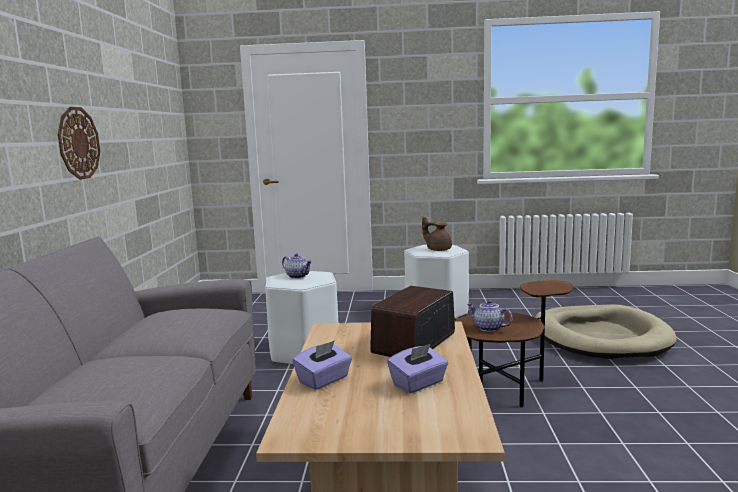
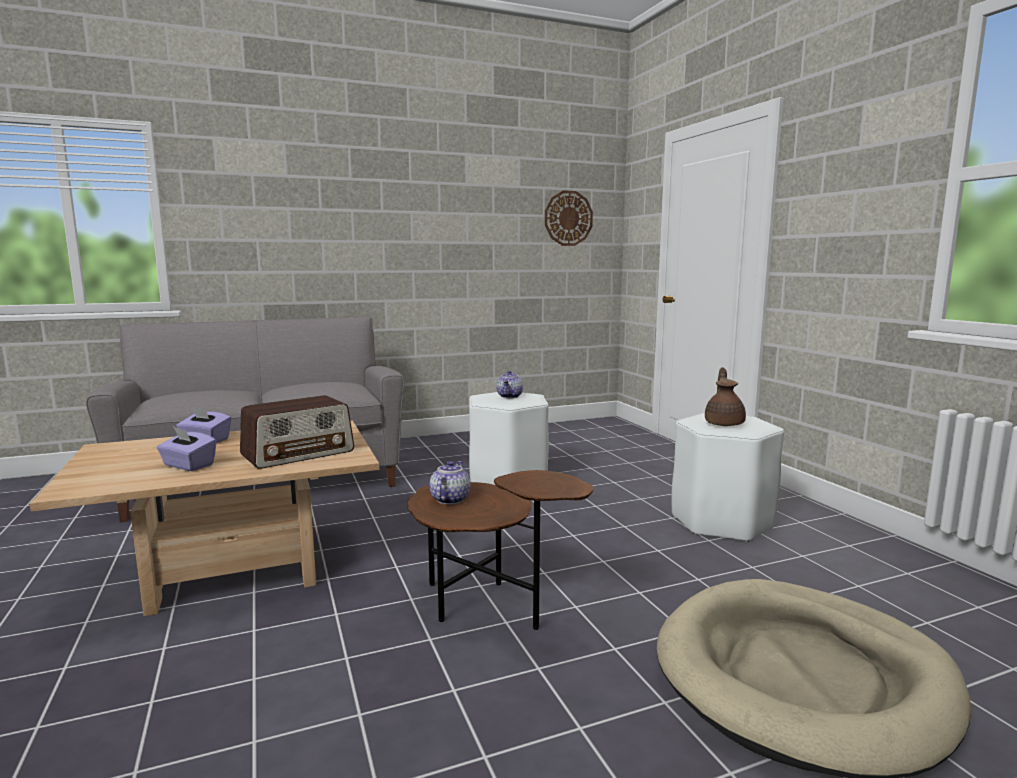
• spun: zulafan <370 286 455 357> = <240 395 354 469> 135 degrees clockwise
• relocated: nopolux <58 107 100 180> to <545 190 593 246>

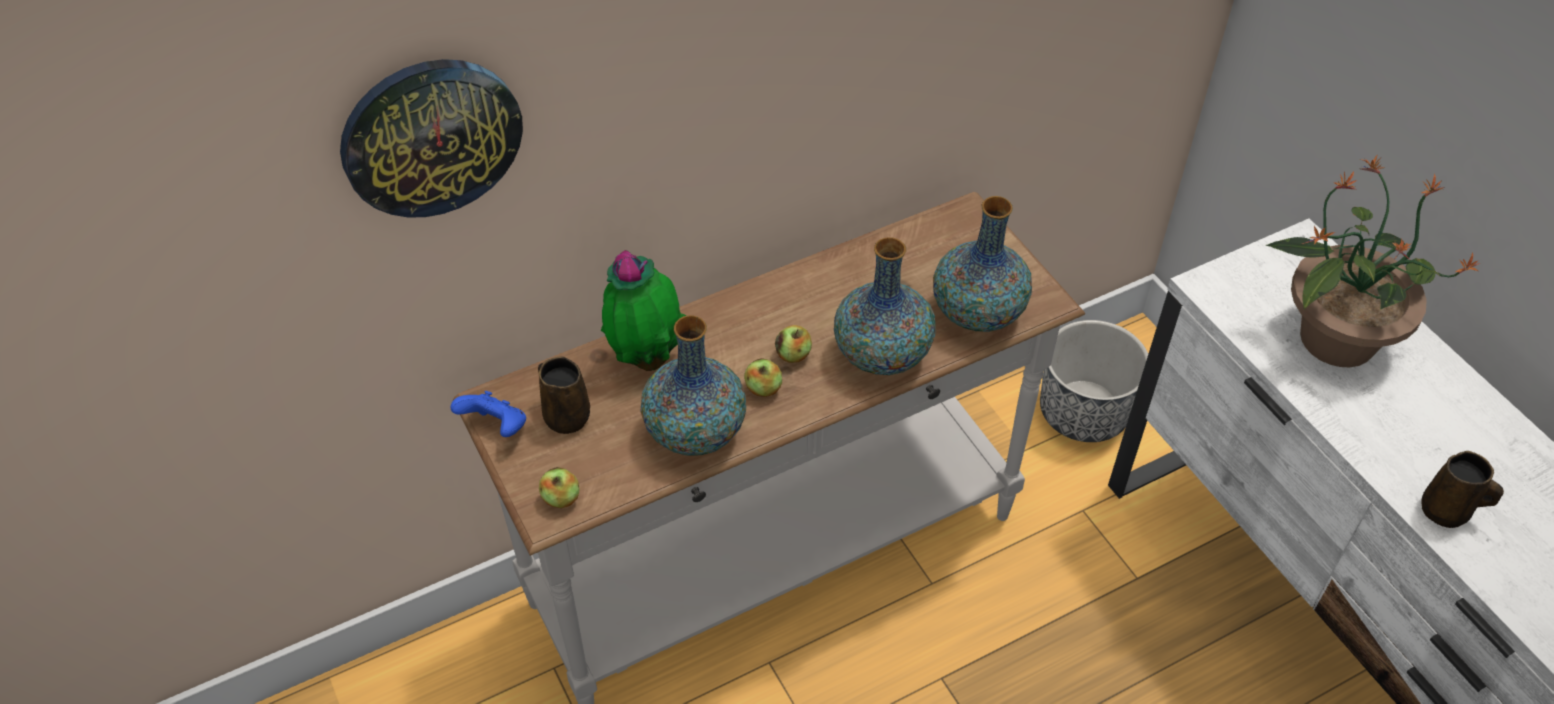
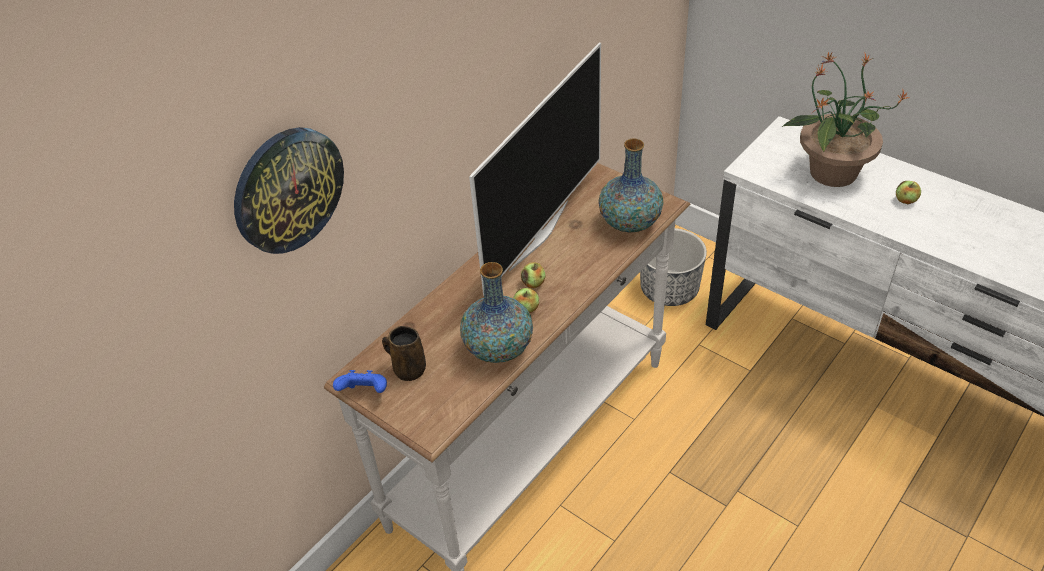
• appeared: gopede <469 43 601 296>
• relocated: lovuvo <539 467 580 508> to <896 181 921 204>
• missing: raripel <601 250 686 371>
• missing: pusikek <834 237 935 375>
• missing: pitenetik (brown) <1421 451 1504 528>

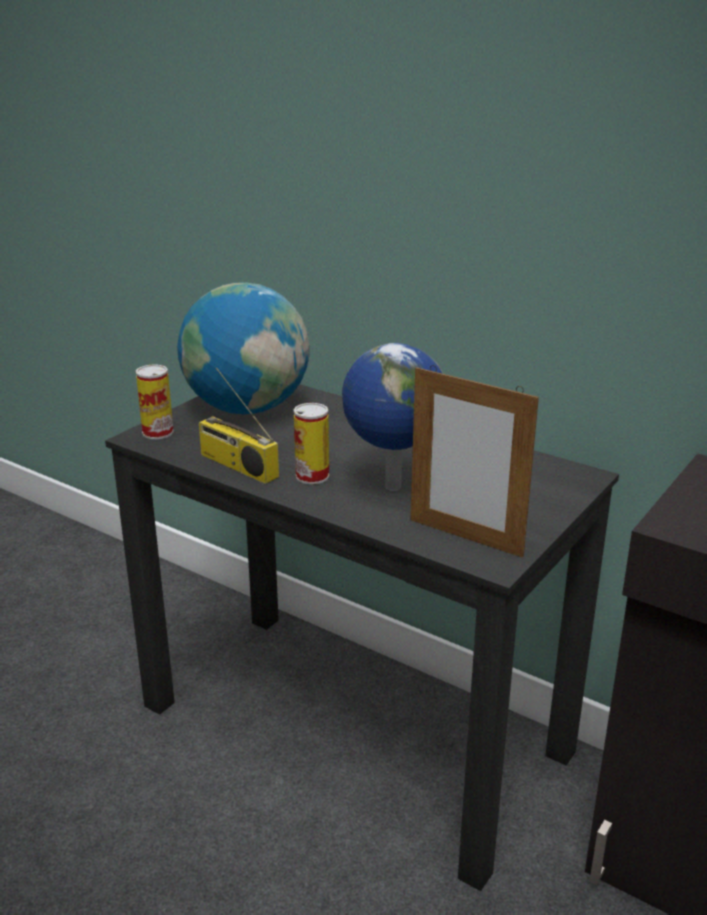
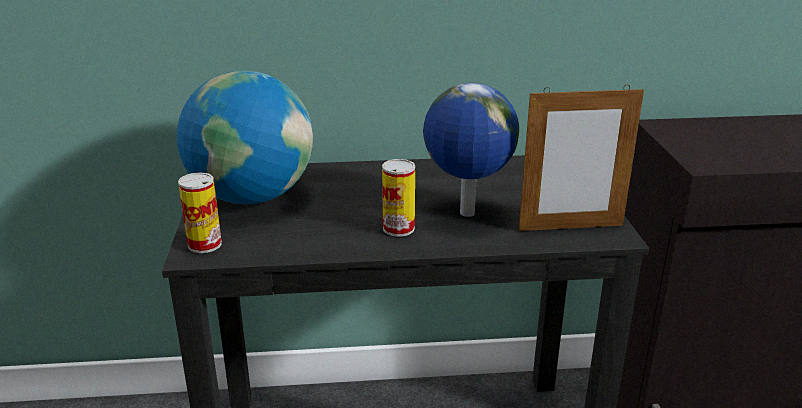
• missing: zulafan <198 368 279 484>

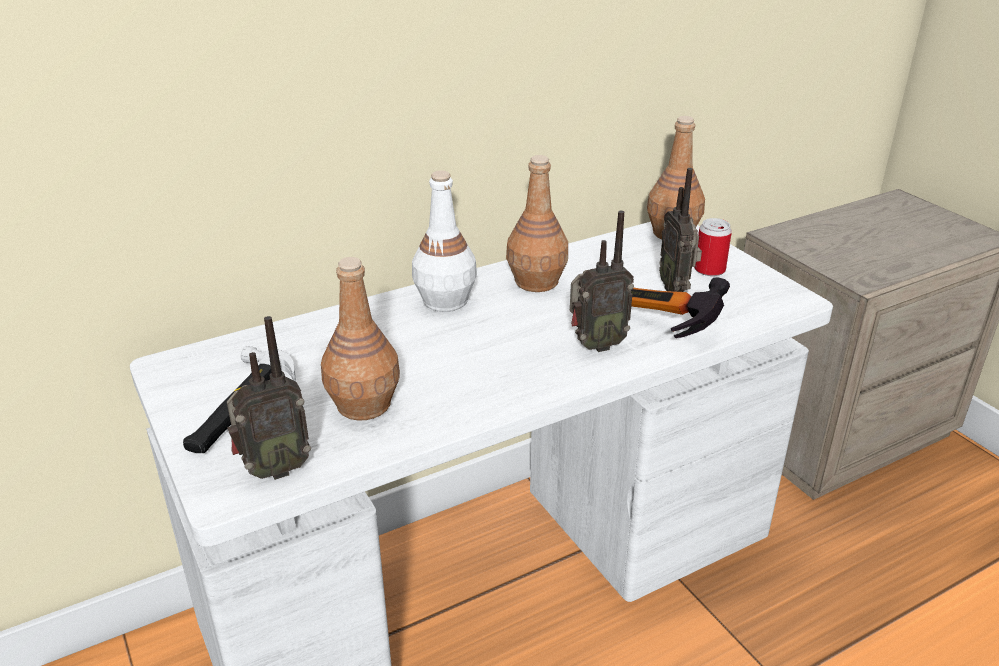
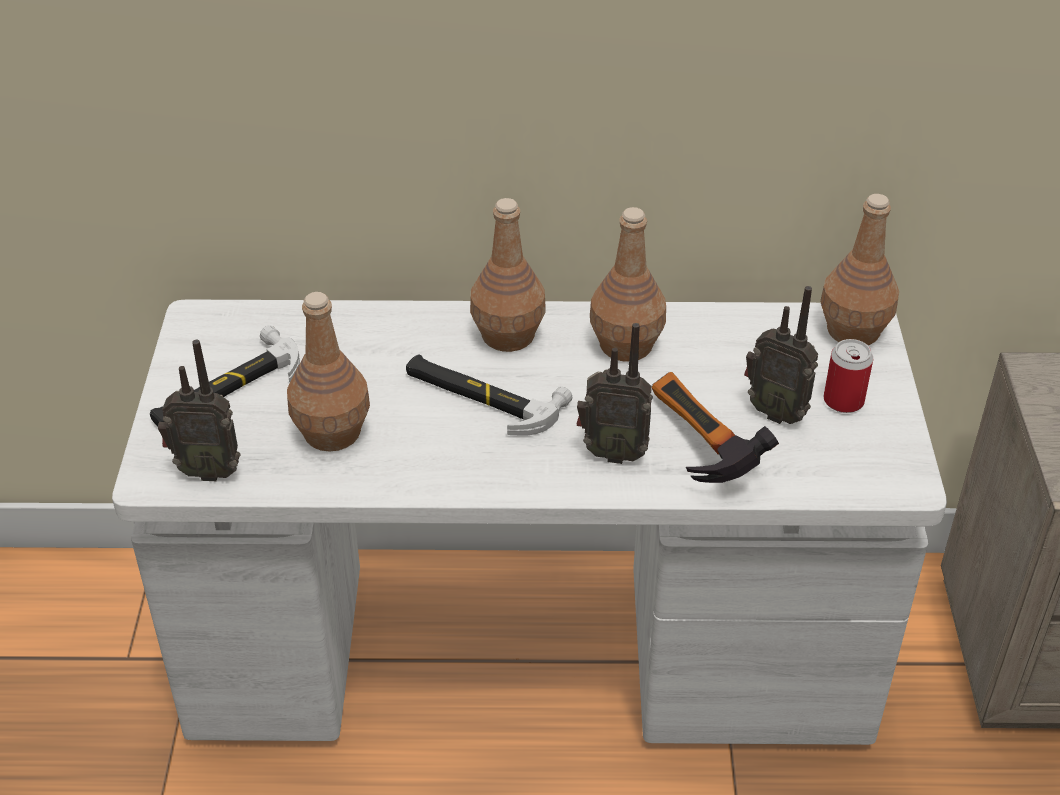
• appeared: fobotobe <406 354 572 436>
• colour: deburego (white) <412 171 477 312> to deburego (brown) <470 198 545 352>
• spun: zulafan <659 168 702 292> = <744 286 818 424> 75 degrees counterclockwise

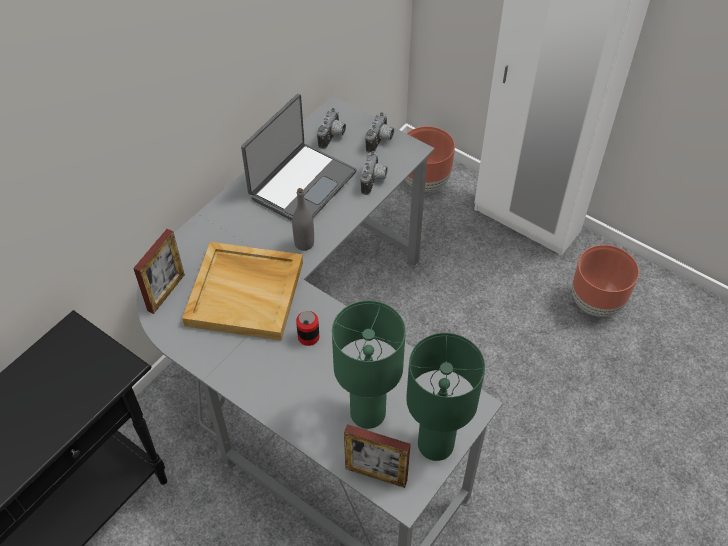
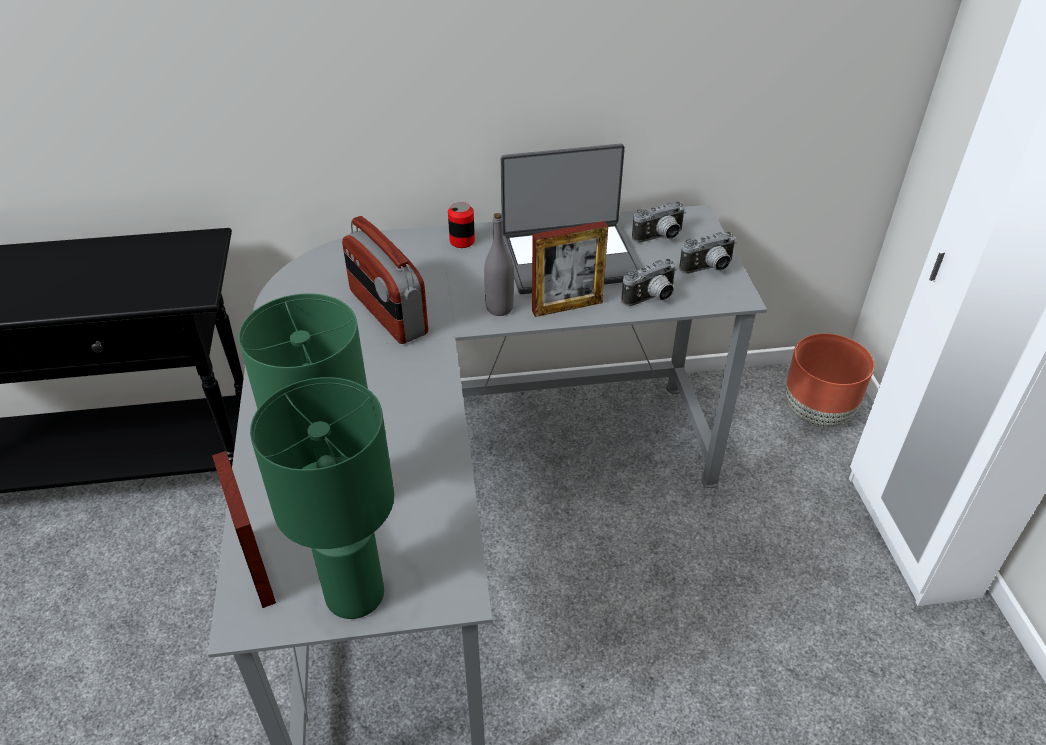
• exchanged: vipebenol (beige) <182 242 303 341> to zulafan <342 216 428 344>
• relocated: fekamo <296 311 319 346> to <448 202 475 248>
• relocated: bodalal <133 229 185 314> to <532 221 608 317>
• missing: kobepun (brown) <572 245 639 317>

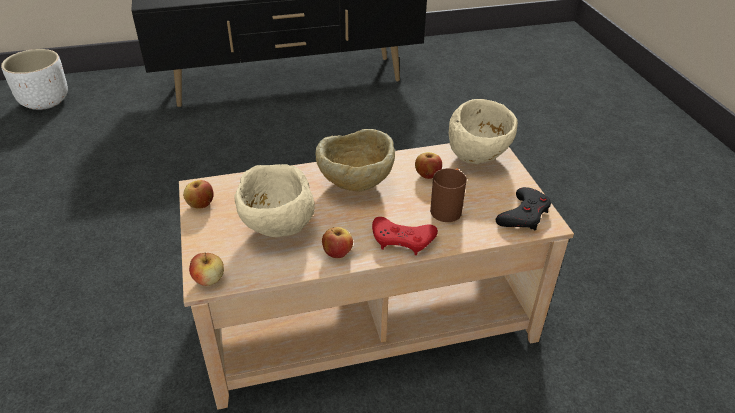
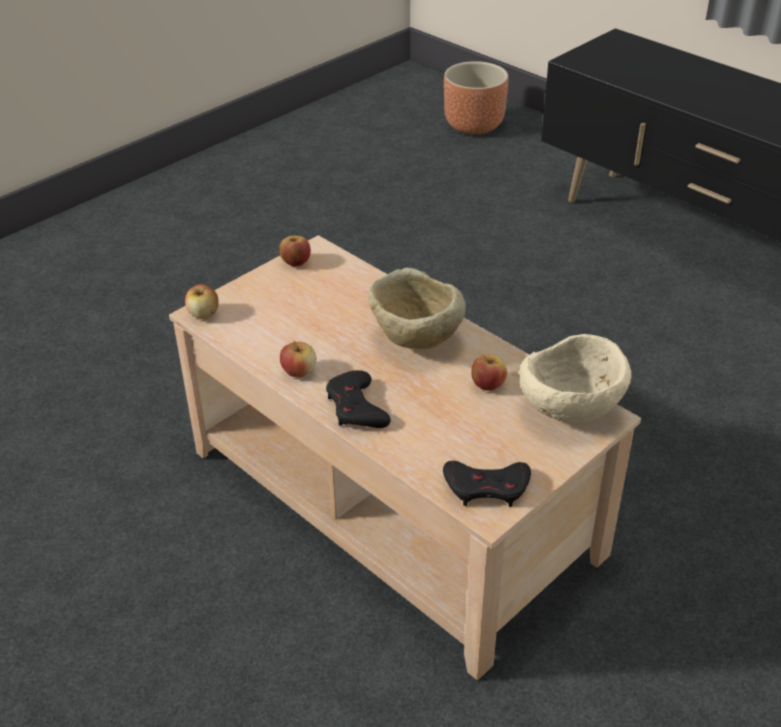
• colour: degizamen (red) <372 217 438 255> to degizamen (black) <326 370 391 428>
• colour: kobepun (white) <1 49 68 110> to kobepun (brown) <444 61 509 135>
• missing: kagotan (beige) <234 164 315 237>
• missing: pitenetik (brown) <430 168 467 222>

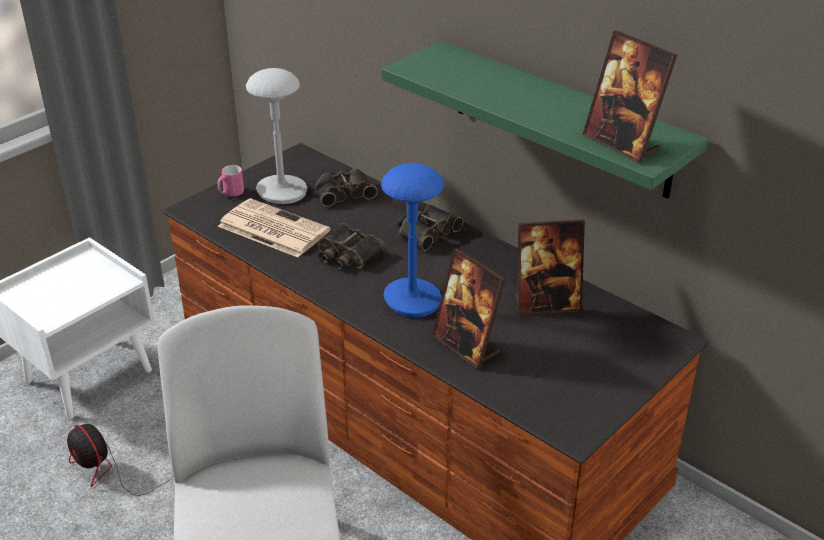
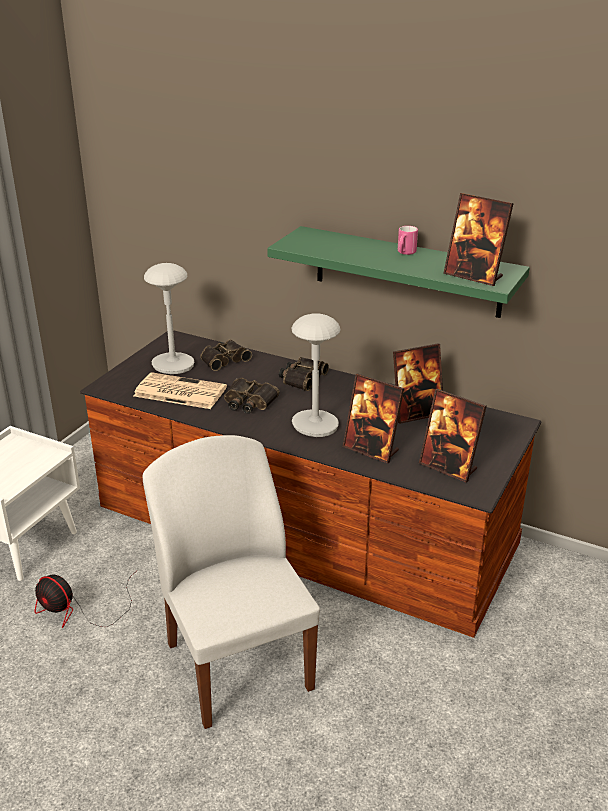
• colour: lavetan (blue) <381 163 444 318> to lavetan (grey) <291 313 341 437>
• relocated: pitenetik (pink) <217 165 244 197> to <398 226 418 255>
• appeared: bodalal <419 389 487 482>

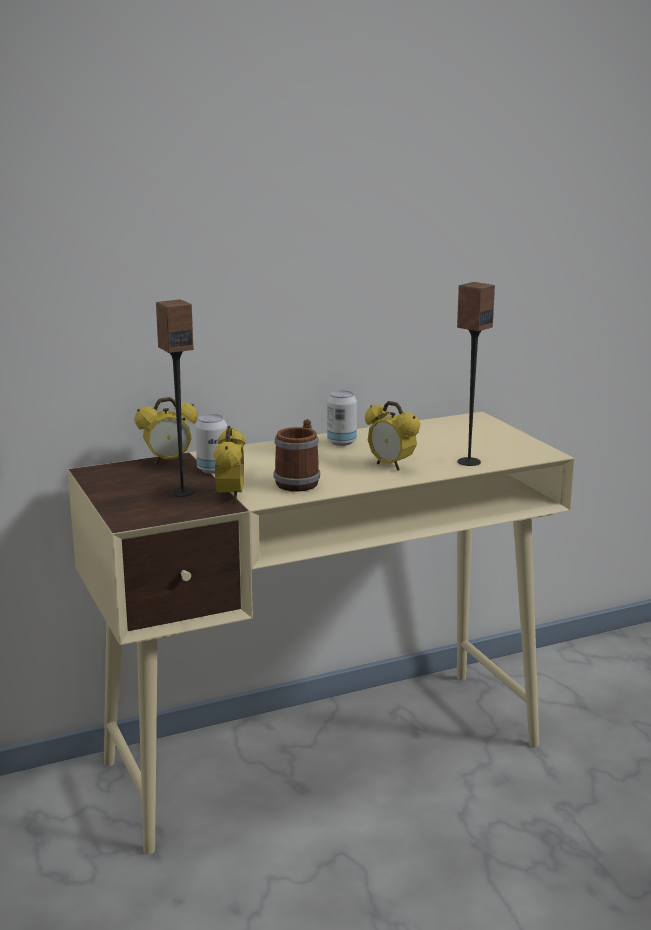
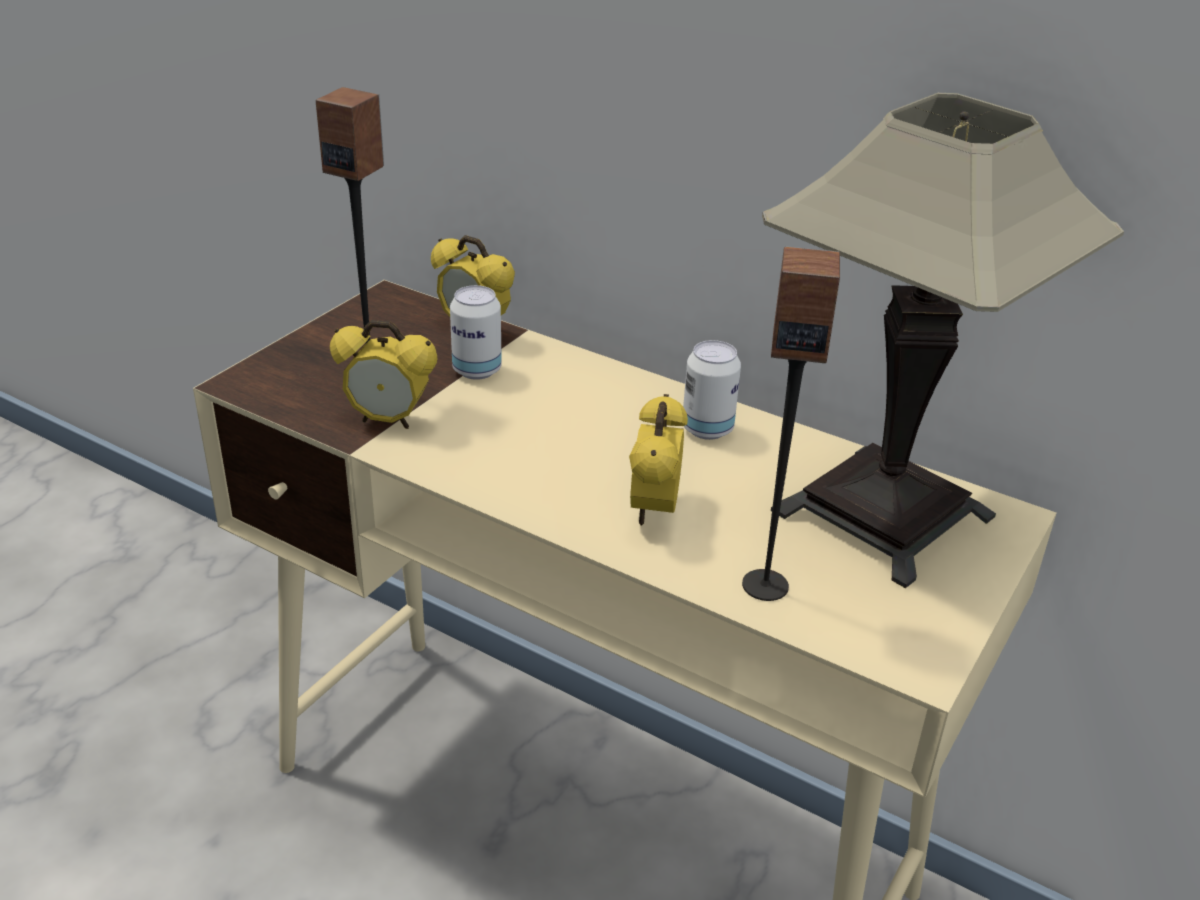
• spun: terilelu <213 426 245 502> = <330 320 437 429> 45 degrees clockwise
• appeared: lavetan <762 93 1124 588>
• missing: pitenetik <274 419 320 492>

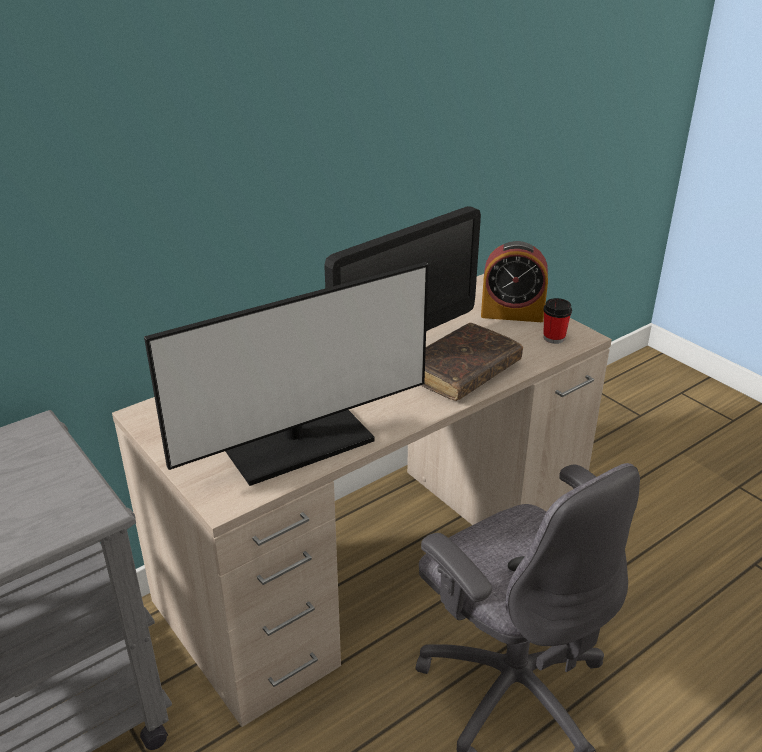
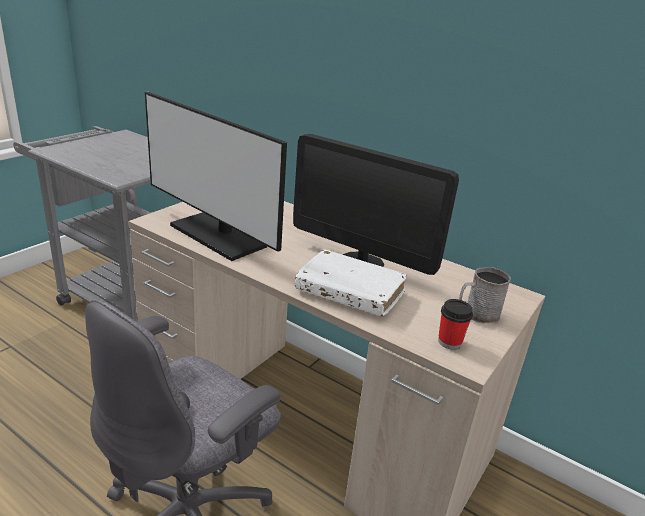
• colour: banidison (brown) <421 323 523 401> to banidison (white) <295 250 407 317>
• exchanged: terilelu <481 241 548 322> to pitenetik (grey) <459 267 511 323>

